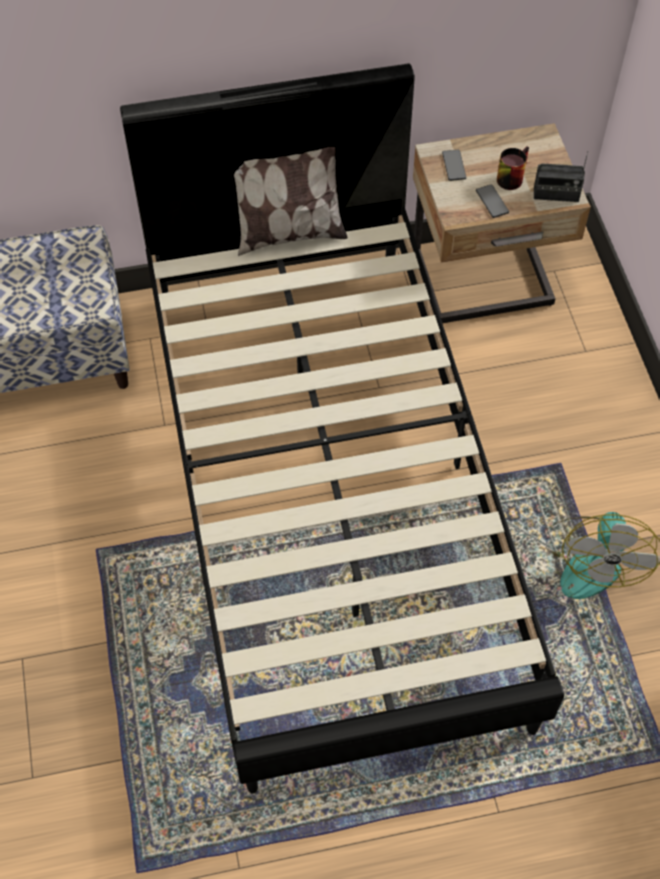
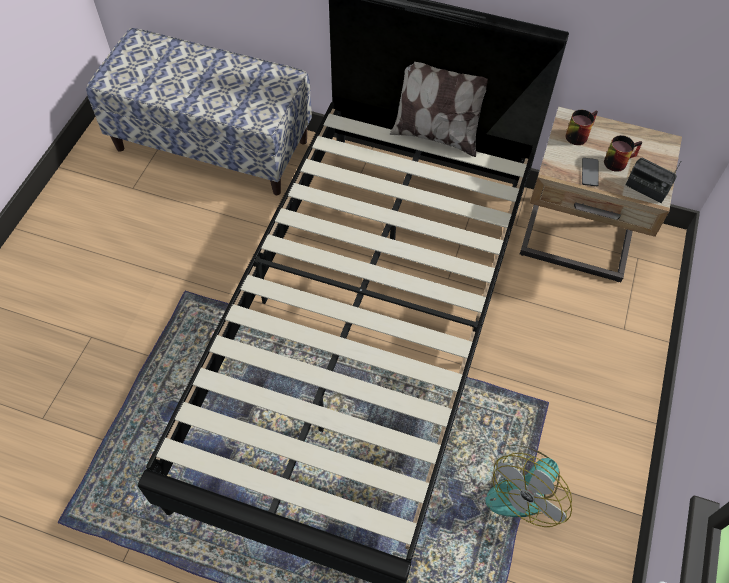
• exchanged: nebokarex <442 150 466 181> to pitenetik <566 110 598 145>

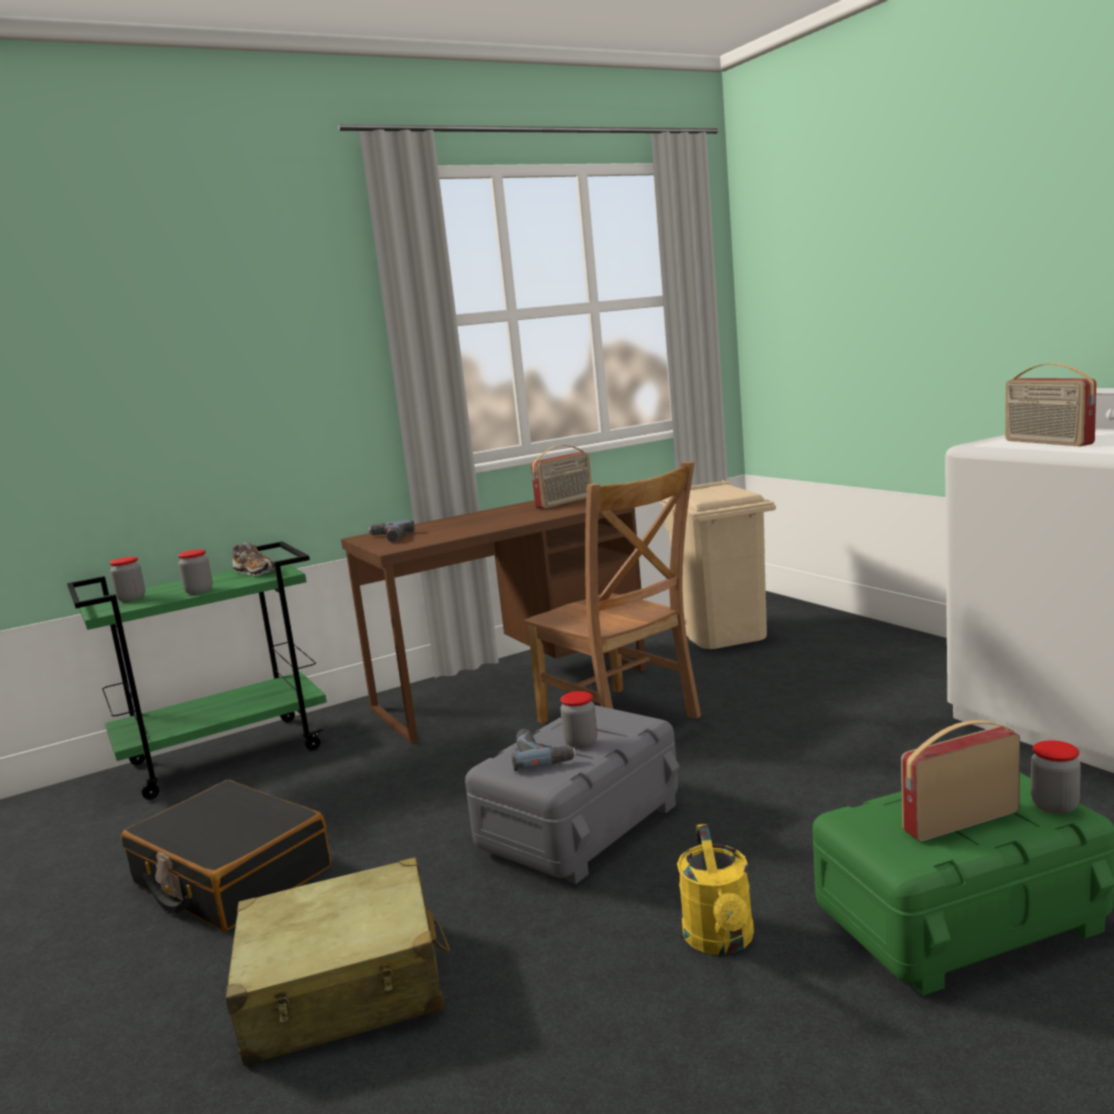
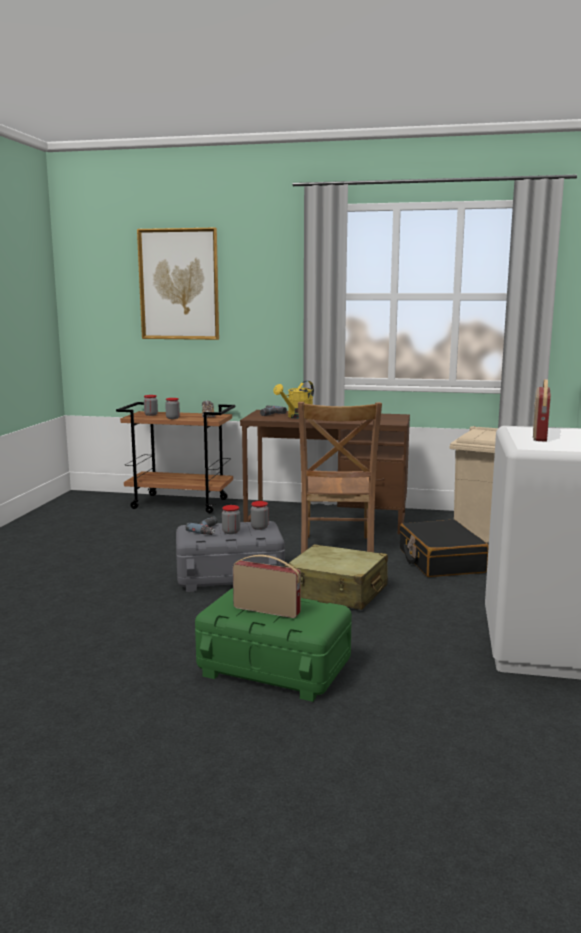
• colour: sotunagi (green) <67 541 327 800> to sotunagi (brown) <116 402 235 513>
• appeared: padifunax <137 228 219 340>
• relocated: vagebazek <1031 740 1081 814> to <251 501 269 530>
• relocated: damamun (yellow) <677 824 754 955> to <273 381 314 419>
• relocated: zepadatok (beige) <226 857 450 1066> to <284 544 388 610>
• relocated: zepadatok (black) <121 780 331 931> to <400 520 489 577>
• missing: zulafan <531 445 592 509>

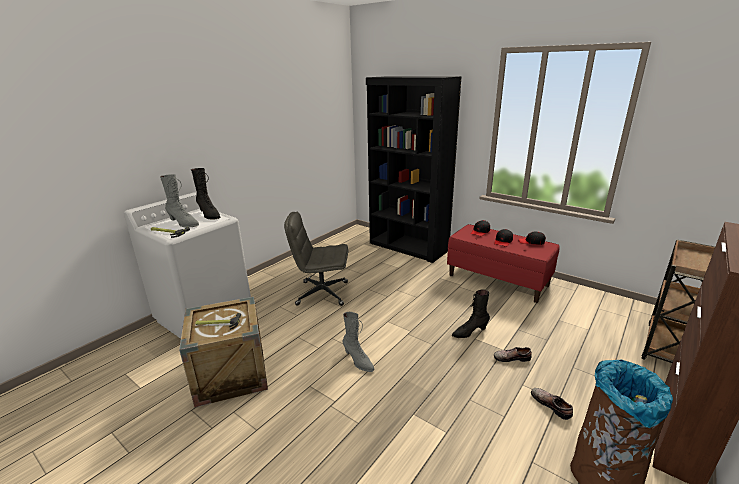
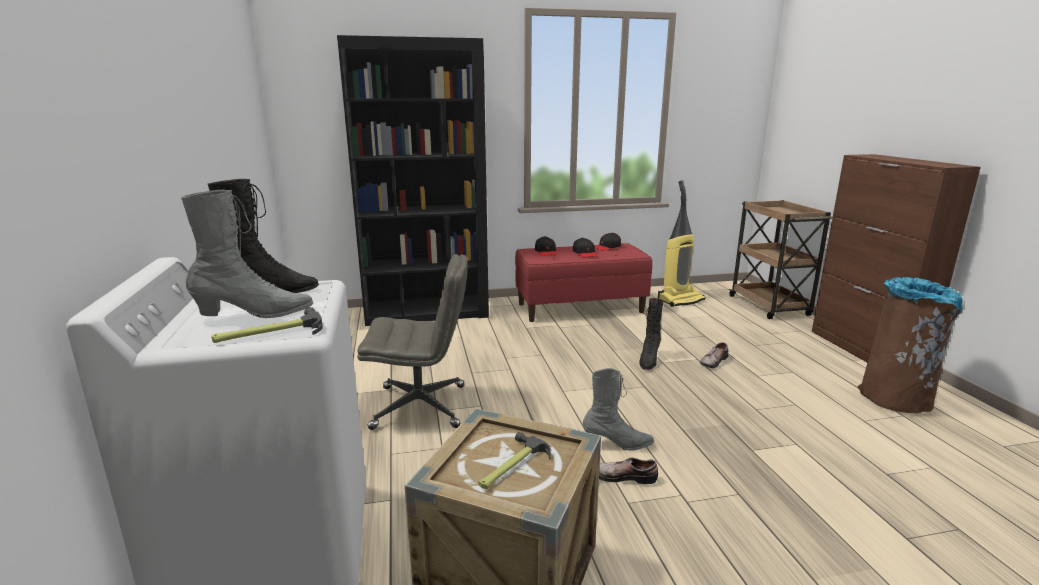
• spun: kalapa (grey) <284 212 348 306> = <357 254 467 430> 135 degrees counterclockwise
• relocated: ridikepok <531 388 573 420> to <599 457 658 484>
• appeared: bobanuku <658 180 706 307>

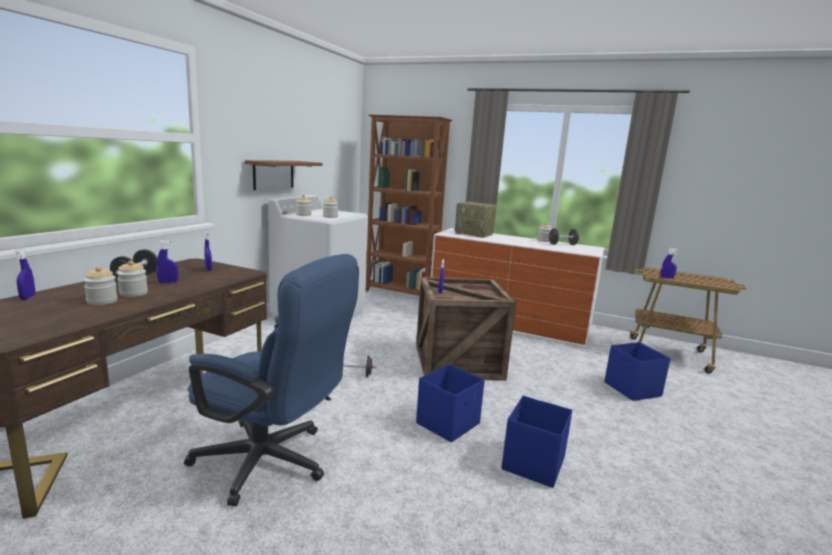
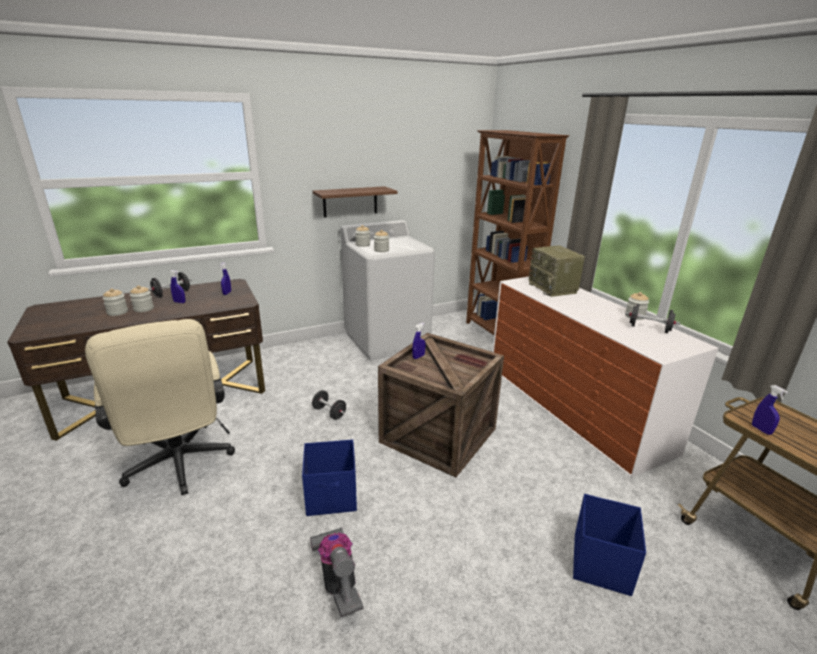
• colour: kalapa (blue) <184 254 359 506> to kalapa (beige) <85 319 235 495>
• exchanged: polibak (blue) <502 396 572 488> to bobanuku <310 528 364 617>
• missing: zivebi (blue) <15 248 35 300>

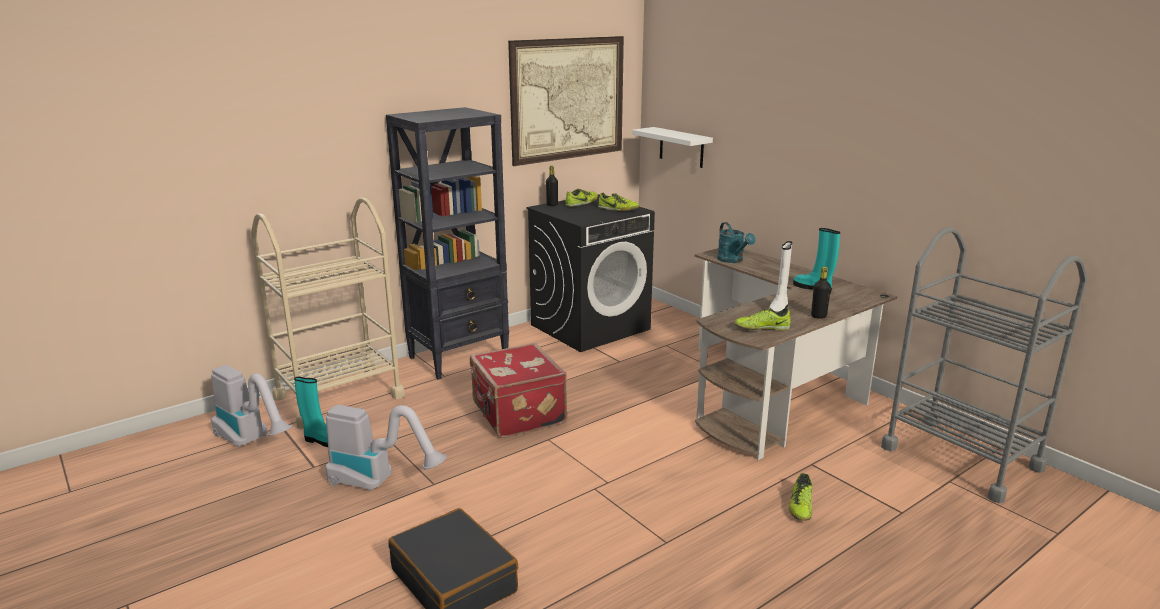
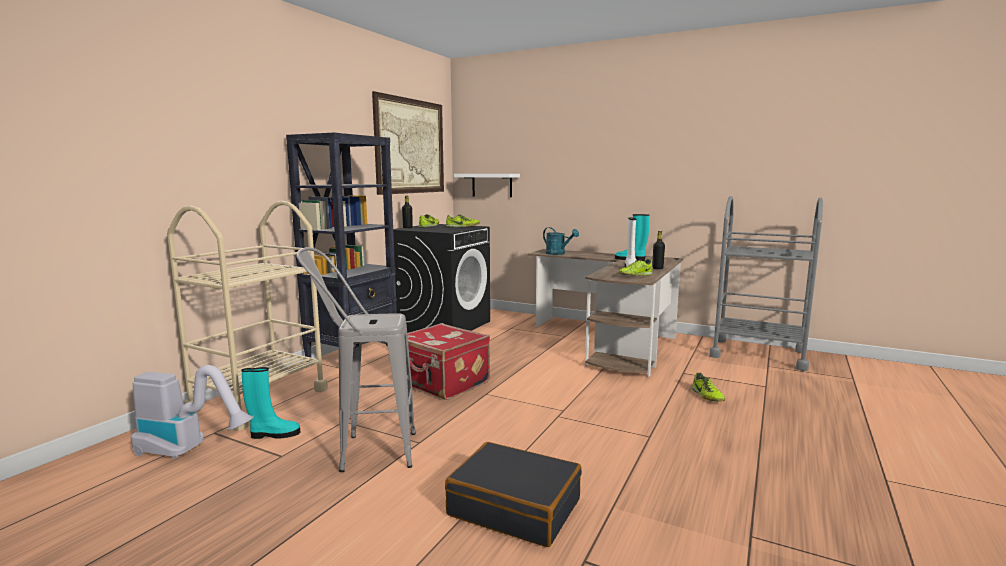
• exchanged: bobanuku <325 405 447 491> to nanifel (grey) <296 247 416 472>

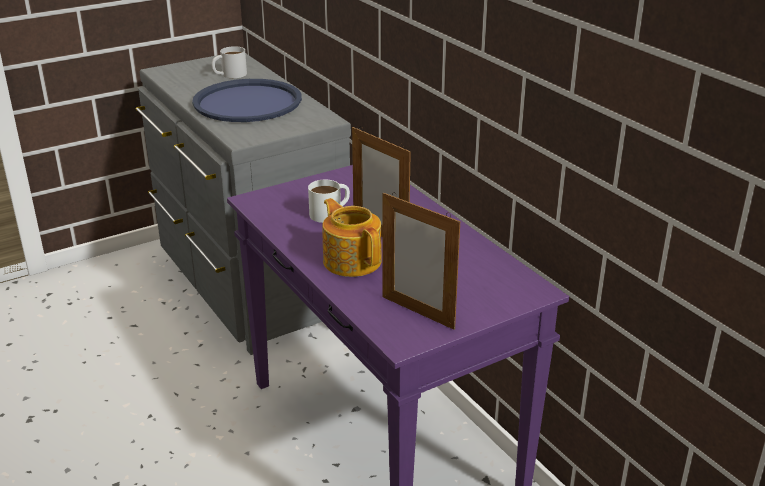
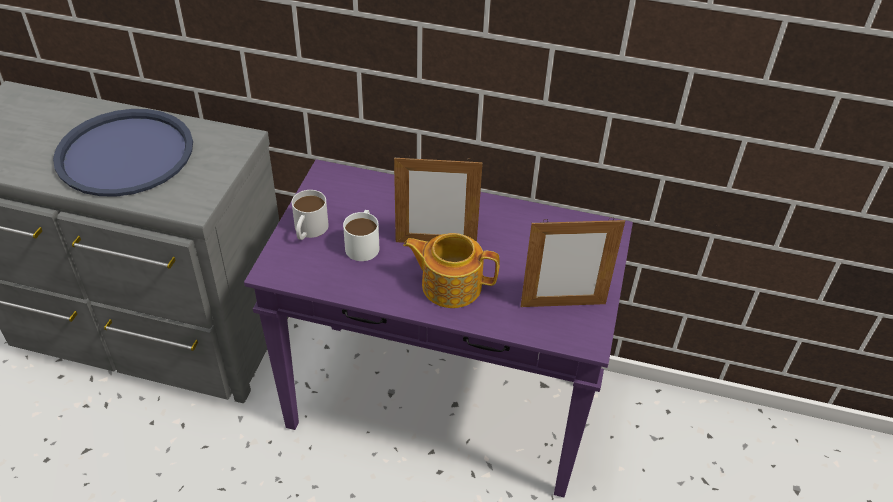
• relocated: pitenetik (white) <211 46 247 78> to <292 190 329 240>

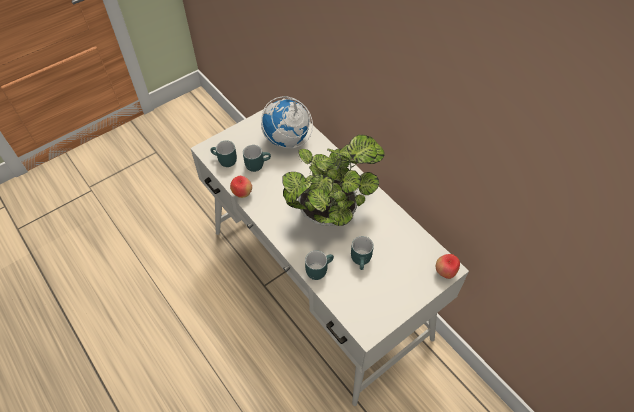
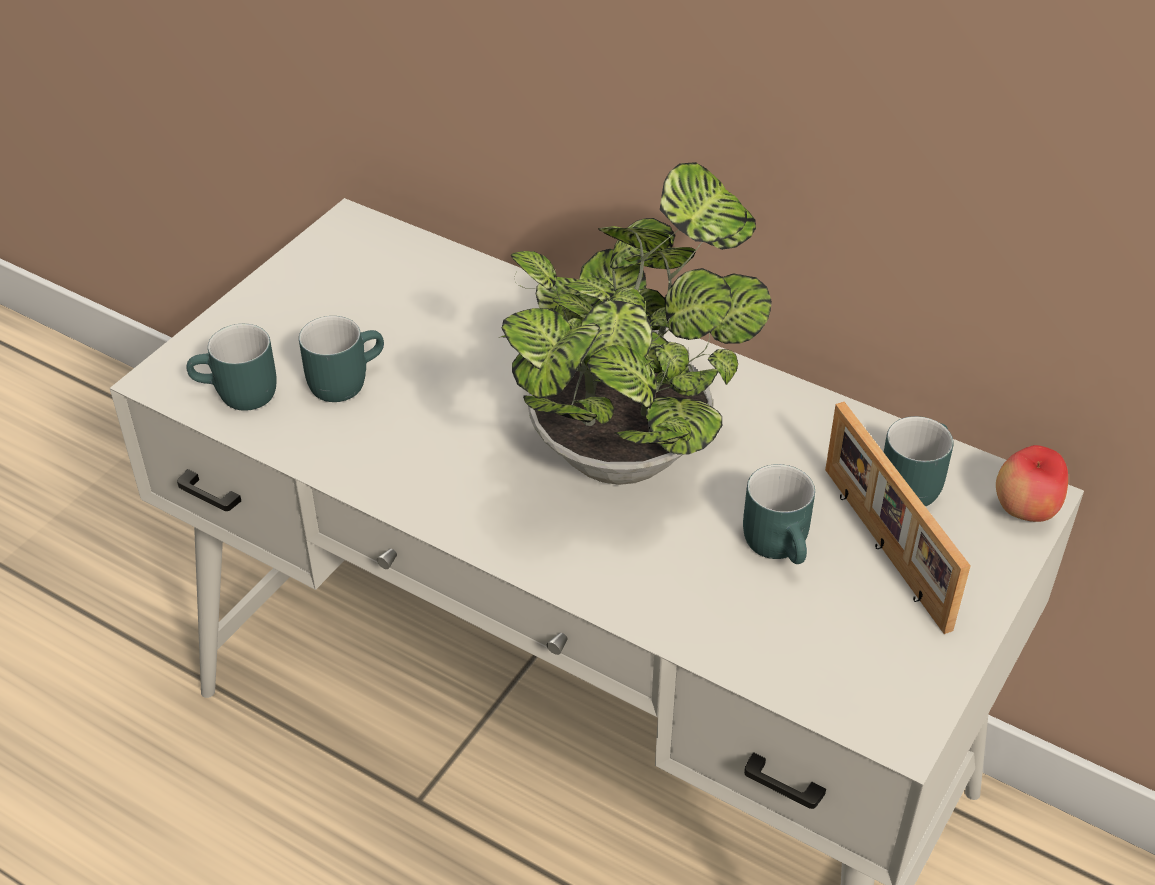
• appeared: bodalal <825 402 970 634>
• relocated: pitenetik (turquoise) <305 250 334 280> to <884 416 953 506>
• missing: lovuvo <230 176 252 198>
• missing: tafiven <261 96 313 148>

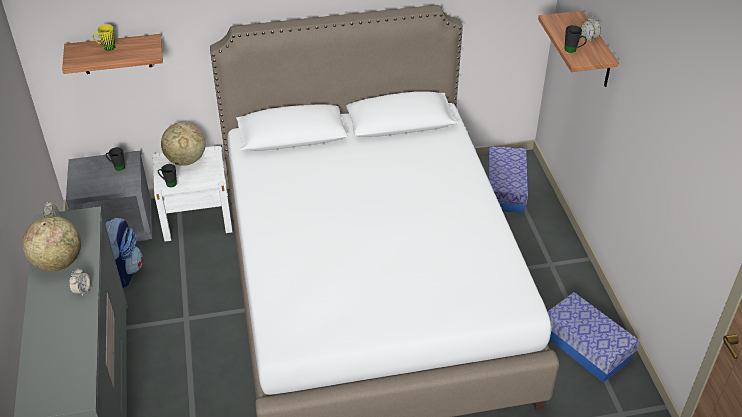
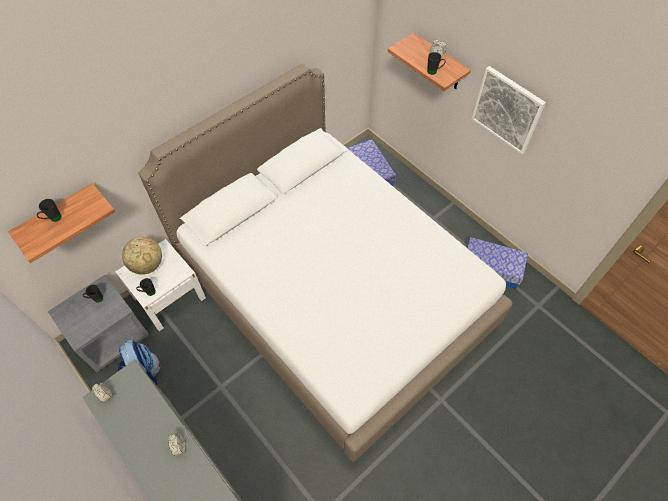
• colour: pitenetik (yellow) <92 24 116 51> to pitenetik (black) <37 199 62 222>
• appeared: padifunax <472 66 546 154>
• missing: tafiven <22 216 81 271>

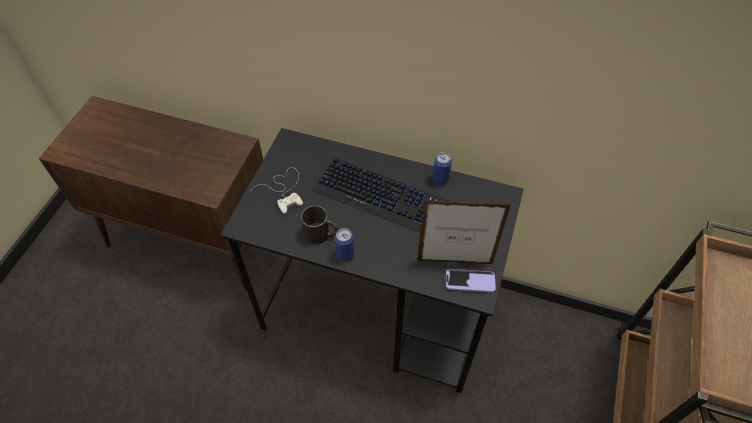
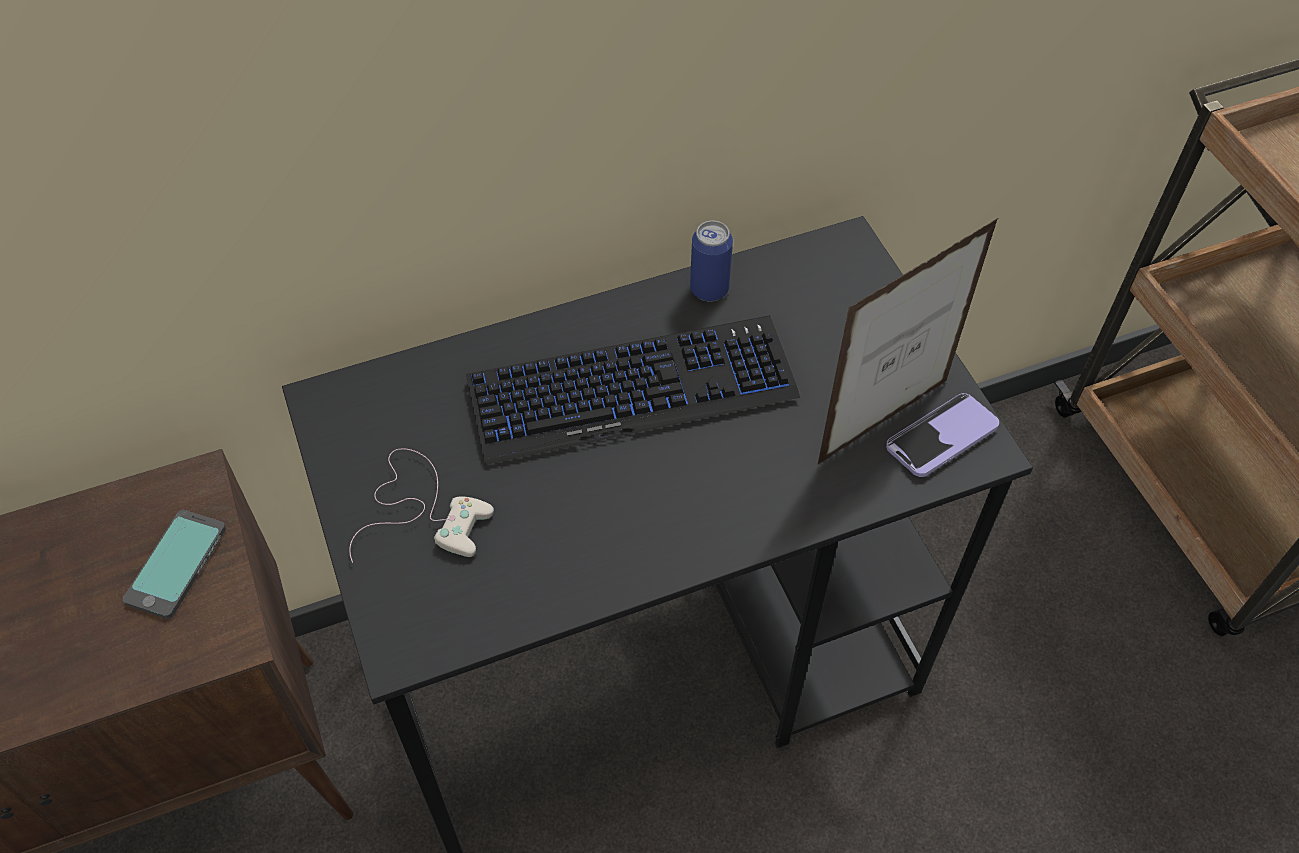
• appeared: nebokarex <123 510 226 619>
• missing: pitenetik (black) <301 206 339 244>
• missing: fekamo <335 228 354 262>

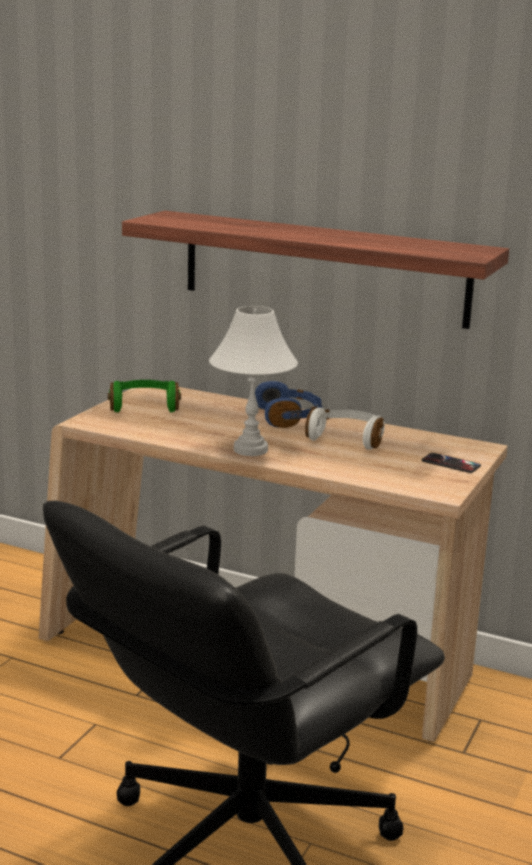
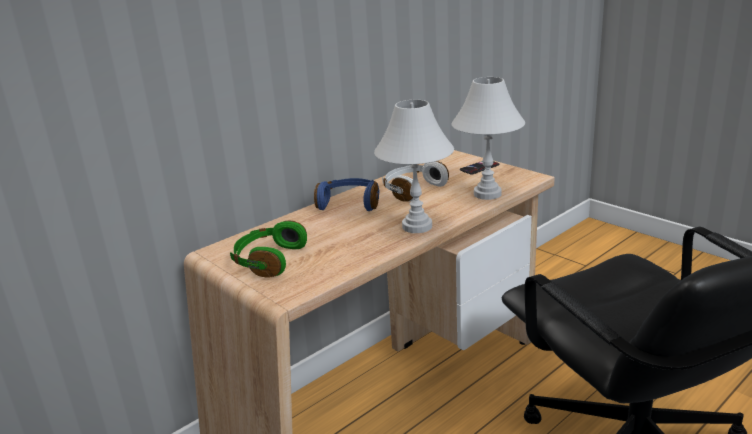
• appeared: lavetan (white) <451 77 525 200>
• missing: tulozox <122 211 509 329>

